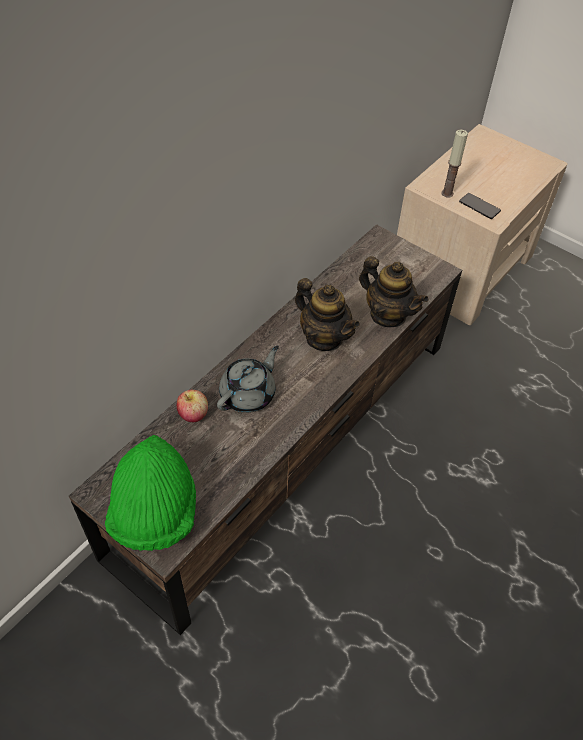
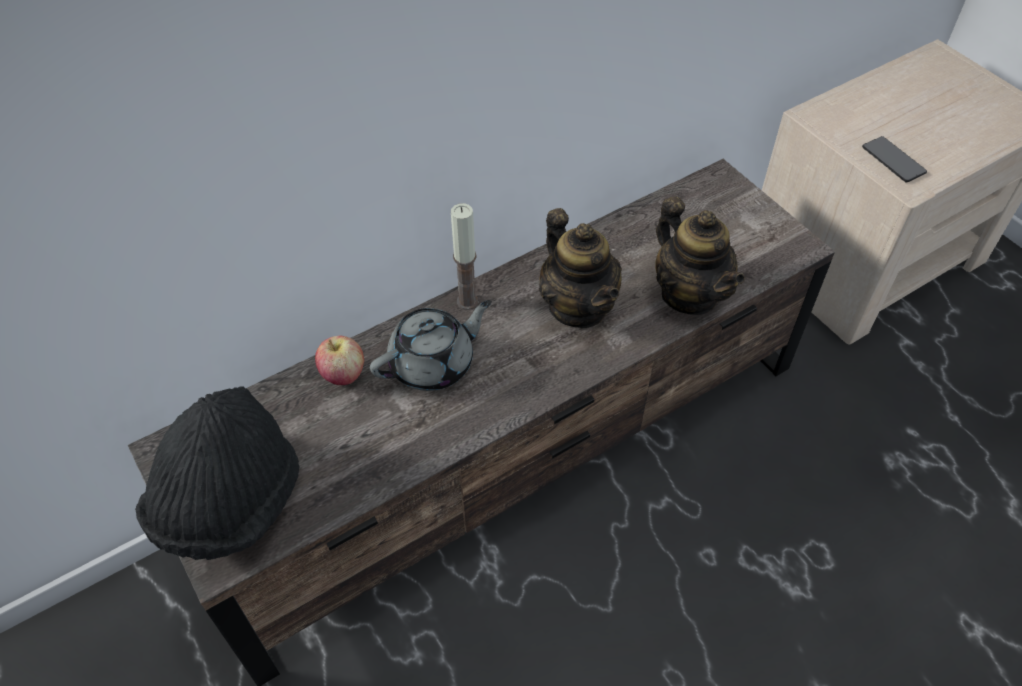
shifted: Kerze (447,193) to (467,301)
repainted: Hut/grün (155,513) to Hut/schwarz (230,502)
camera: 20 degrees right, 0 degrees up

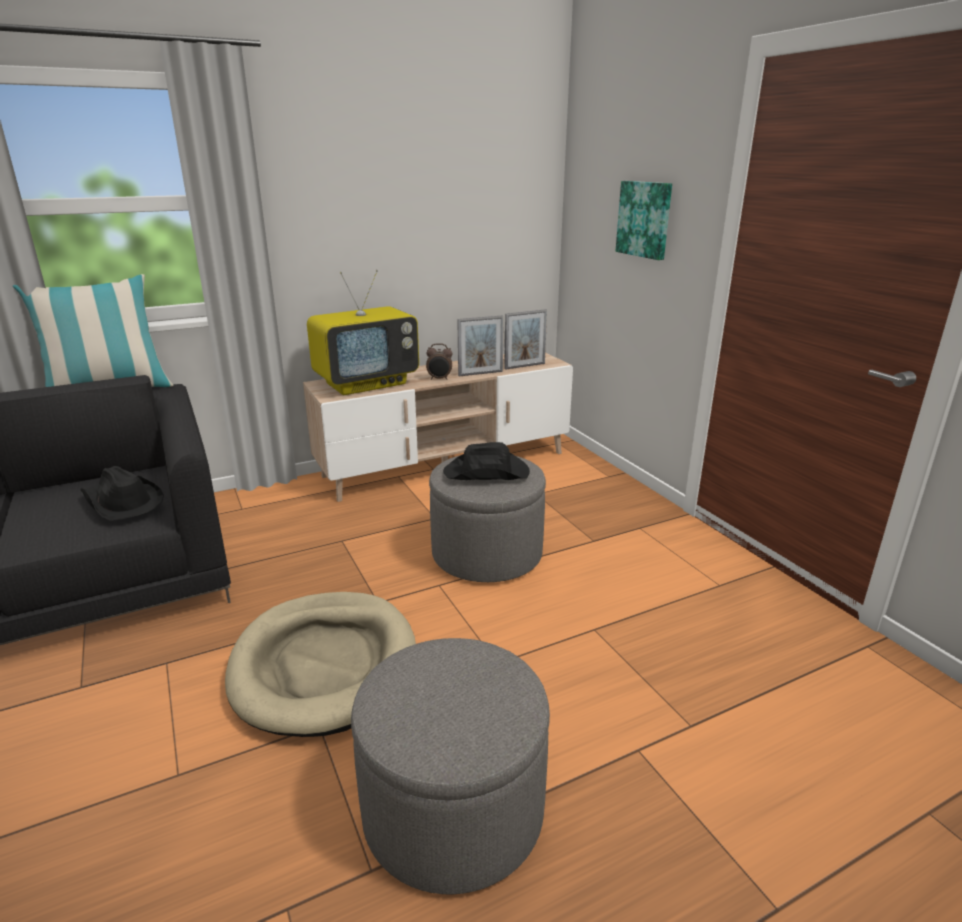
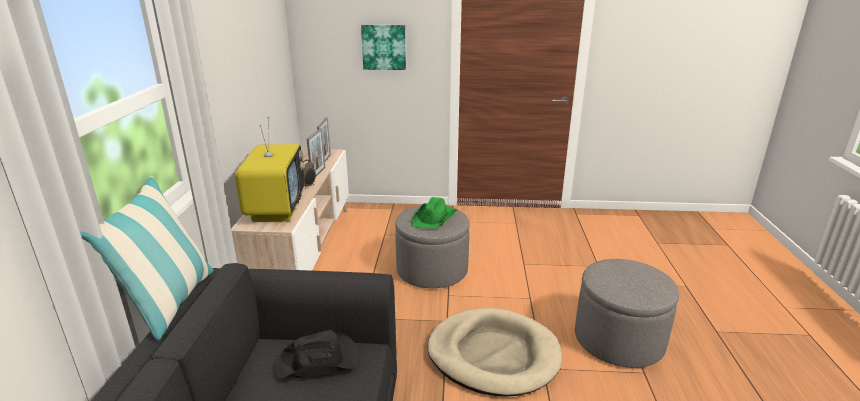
repainted: Hut/schwarz (487,473) to Hut/grün (434,218)
camera: 60 degrees left, 0 degrees up

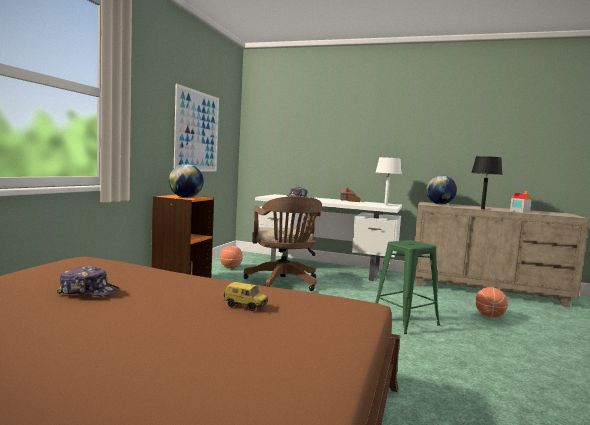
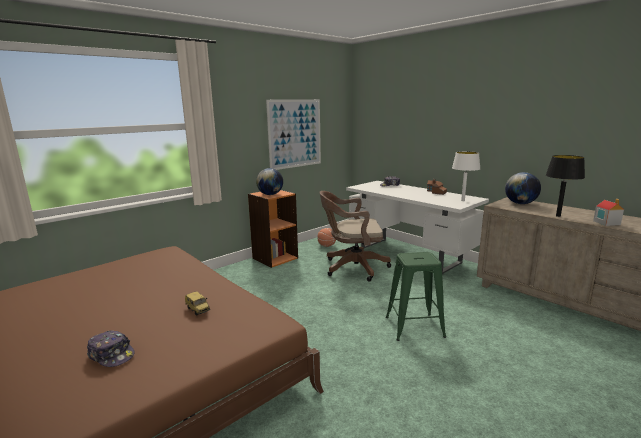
gone: Basketball (489,316)
shifted: Kappe (89,291) to (112,355)
rotated: Bürostuhl/braun (283,283) = (352,267) 75 degrees clockwise
camera: 30 degrees right, 10 degrees up

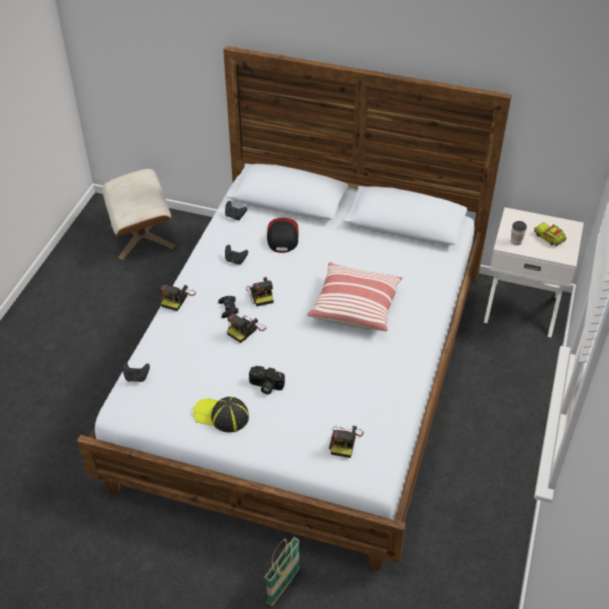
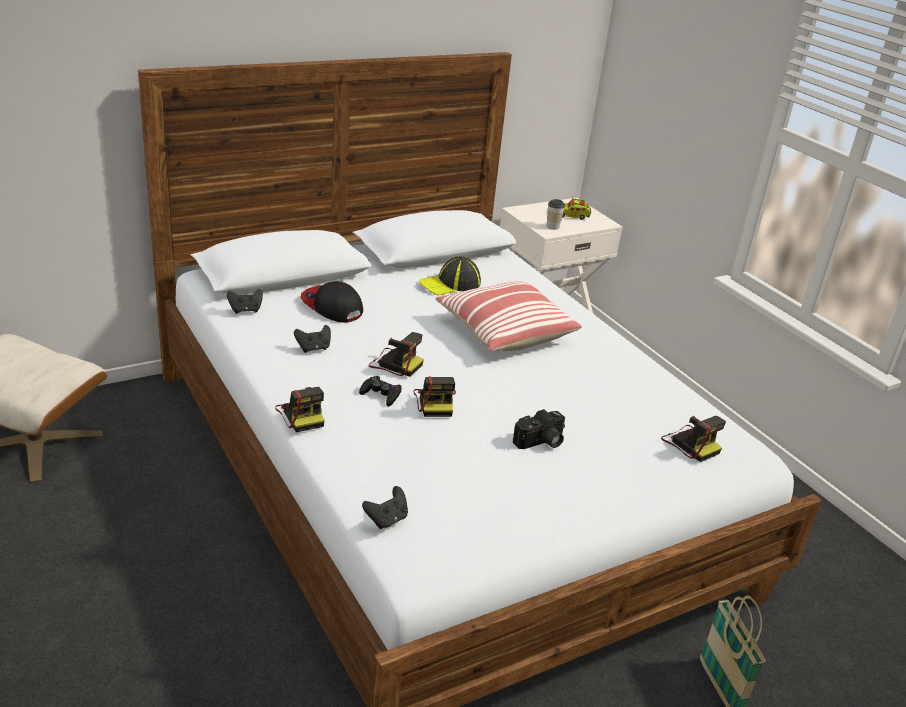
shifted: Kappe (221,415) to (450,284)
camera: 50 degrees left, 15 degrees down

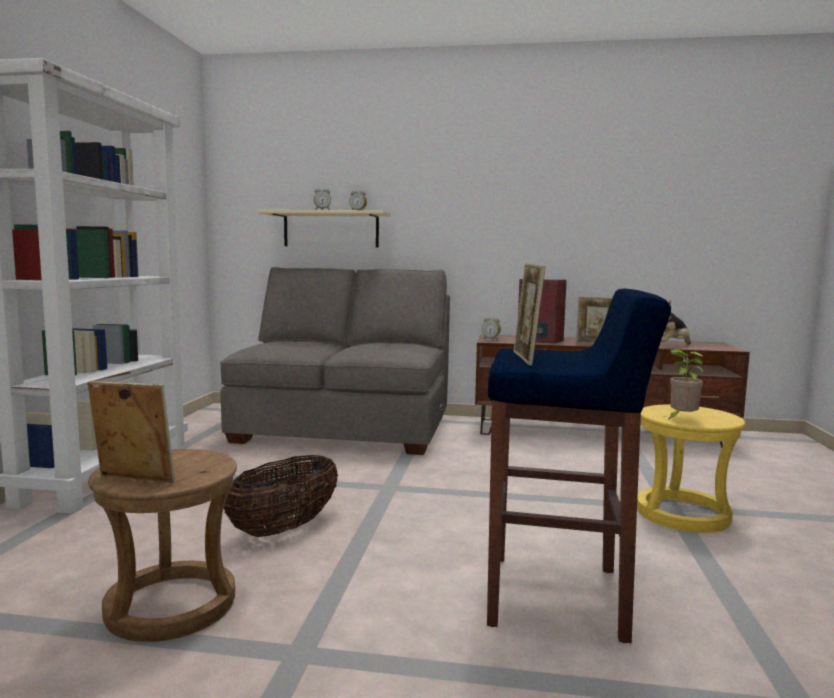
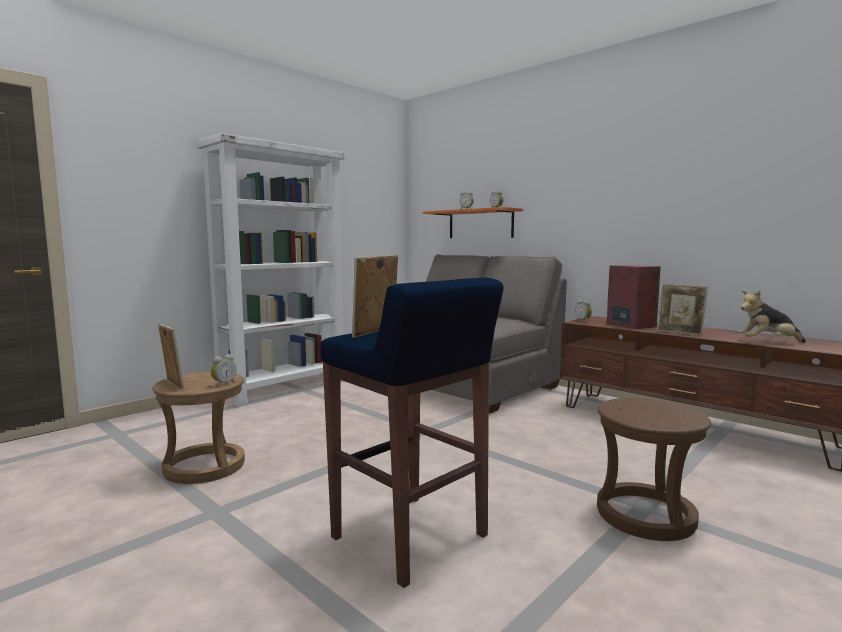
gone: Korb (284,528); Topfpflanze (681,419)
new: Wecker (223,384)
repainted: Wandregal/beige (331,230) to Wandregal/orange (480,224); Hocker/gelb (682,514) to Hocker/braun (645,515)
camera: 35 degrees right, 0 degrees up

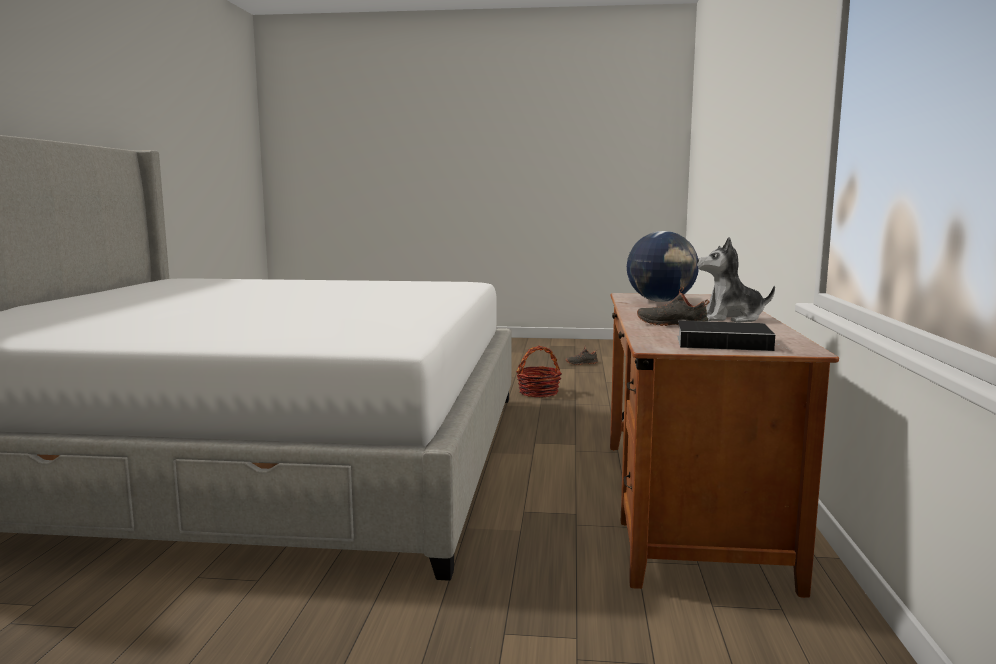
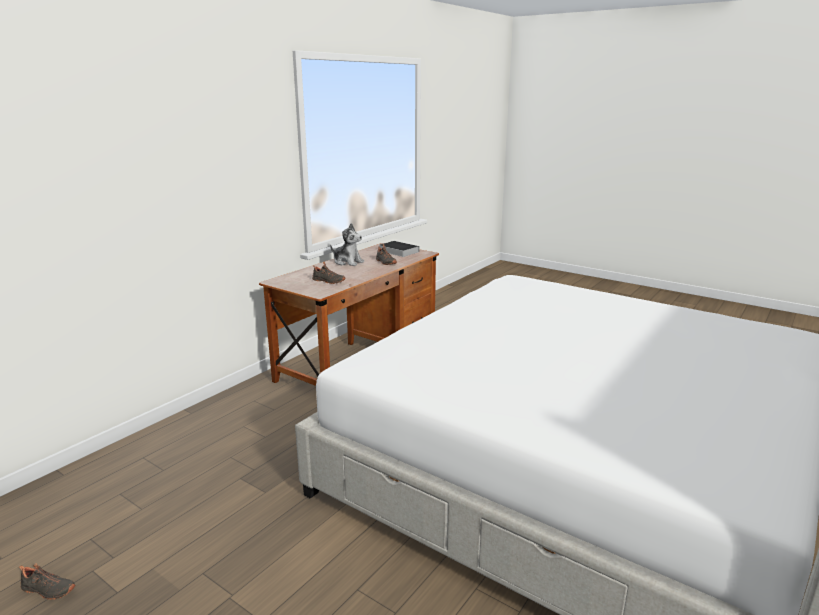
gone: Korb (538,392)
swapped: Globus (661,301) to Schuh/schwarz (328,281)
camera: 150 degrees left, 10 degrees up

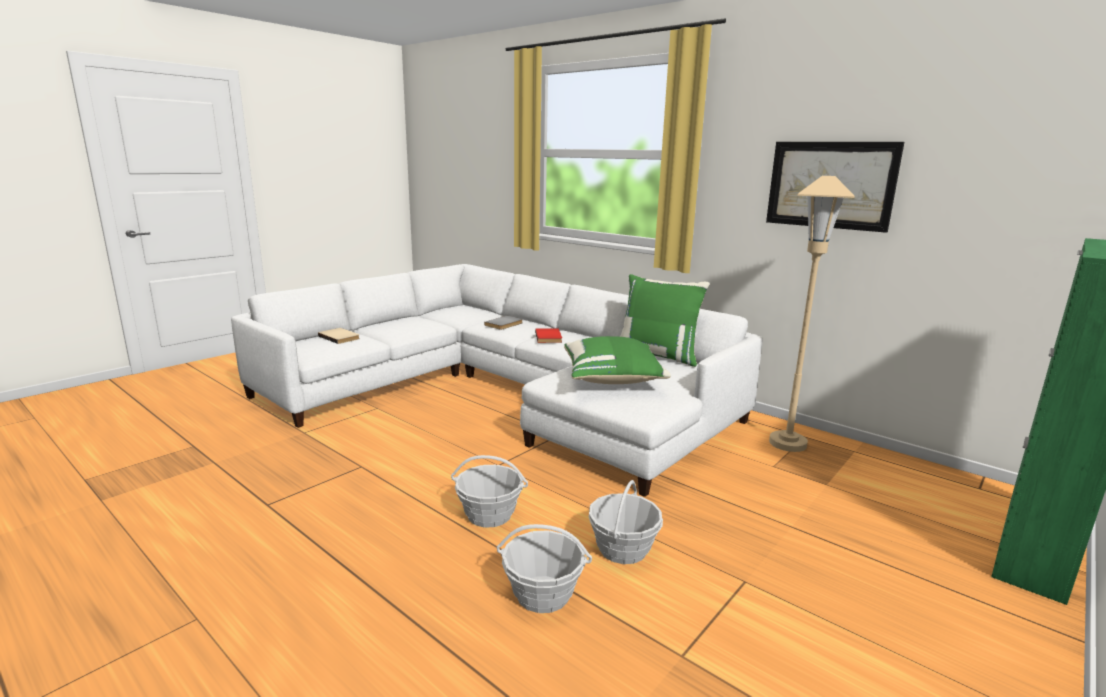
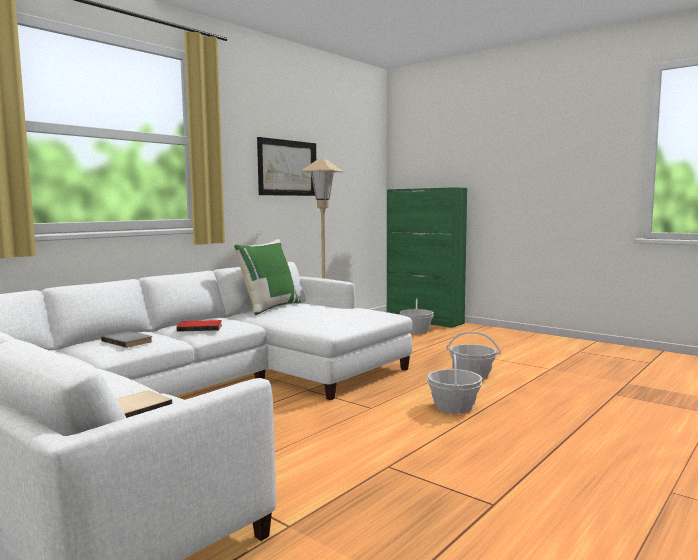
gone: Kissen/grün (613,380)
shifted: Korb (542,594) to (416,331)
camera: 90 degrees left, 10 degrees down

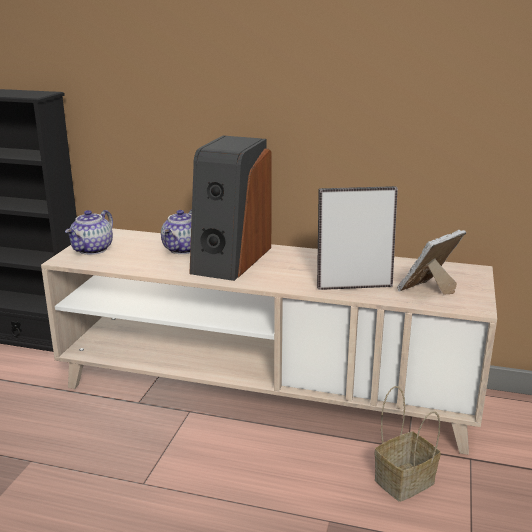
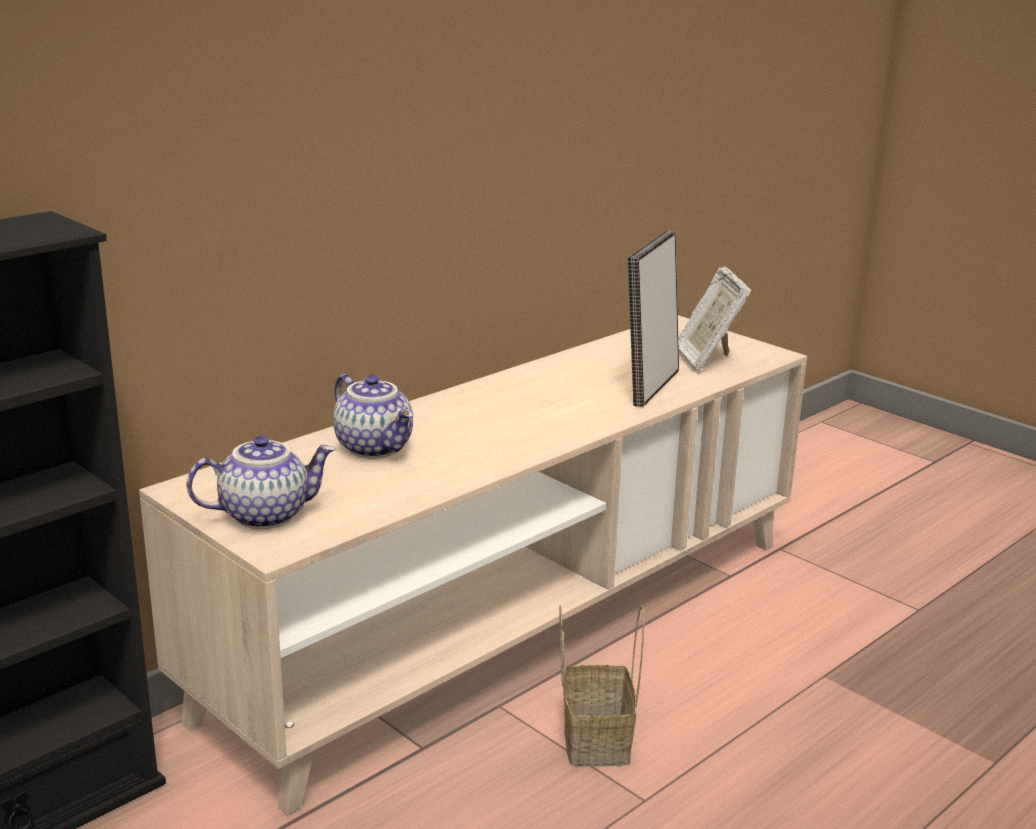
gone: Lautsprecher (230,259)
shifted: Korb (405,480) to (594,739)
rotated: Teekanne (93,250) = (265,514) 75 degrees counterclockwise
camera: 60 degrees left, 0 degrees up

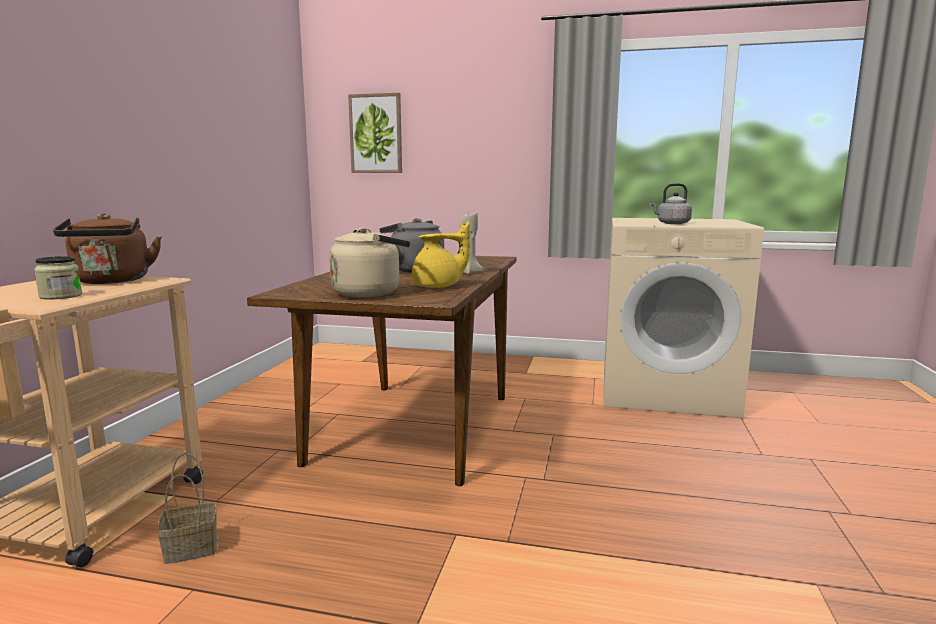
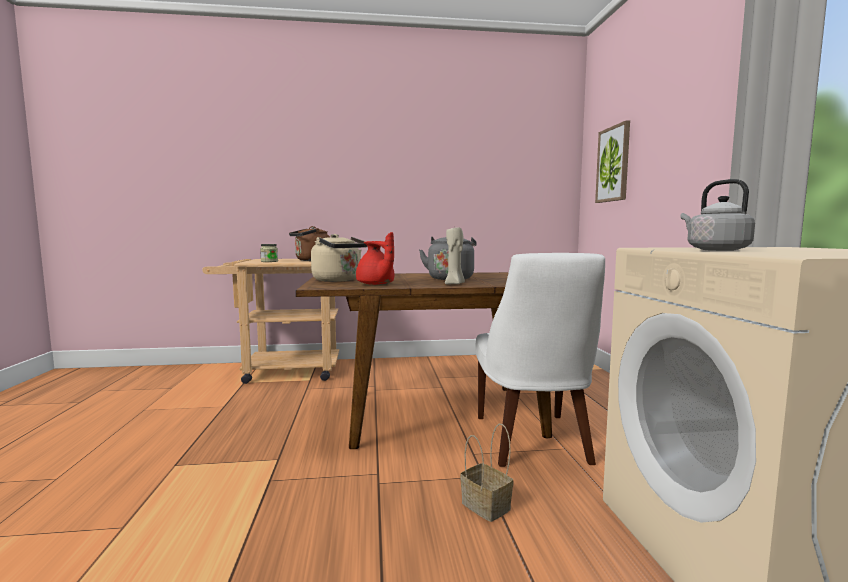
new: Stuhl/weiß (532,442)
shifted: Korb (193,548) to (487,506)
repainted: Teekanne/gelb (438,287) to Teekanne/rot (376,284)
camera: 70 degrees right, 5 degrees down

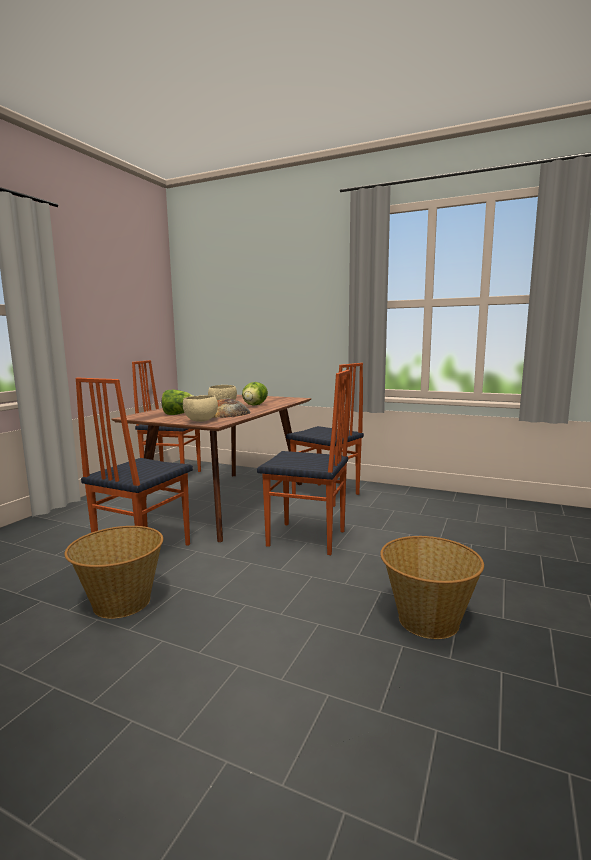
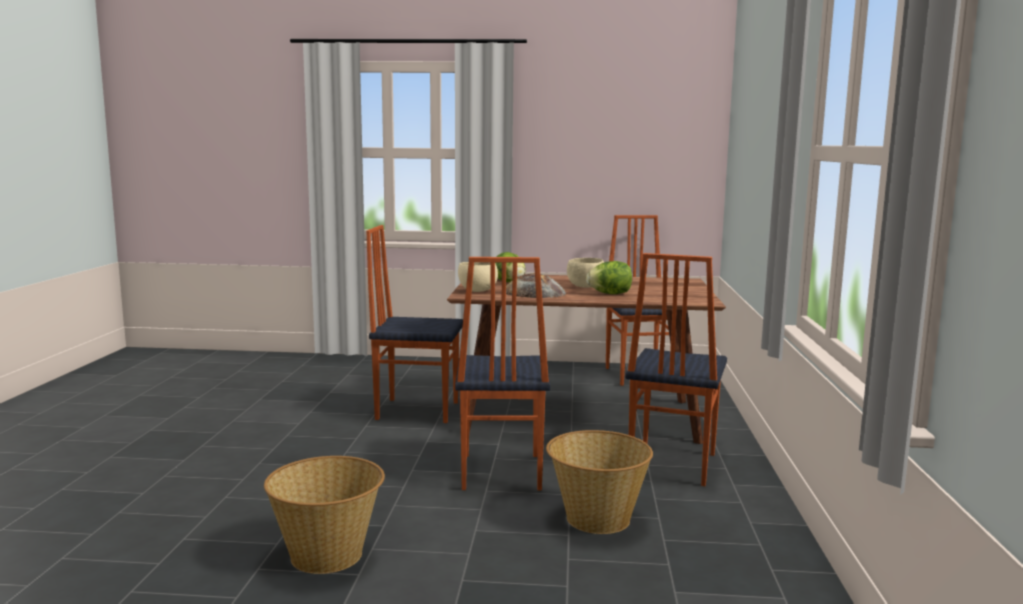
shifted: Korb (121,603) to (596,518)
camera: 70 degrees right, 0 degrees up

